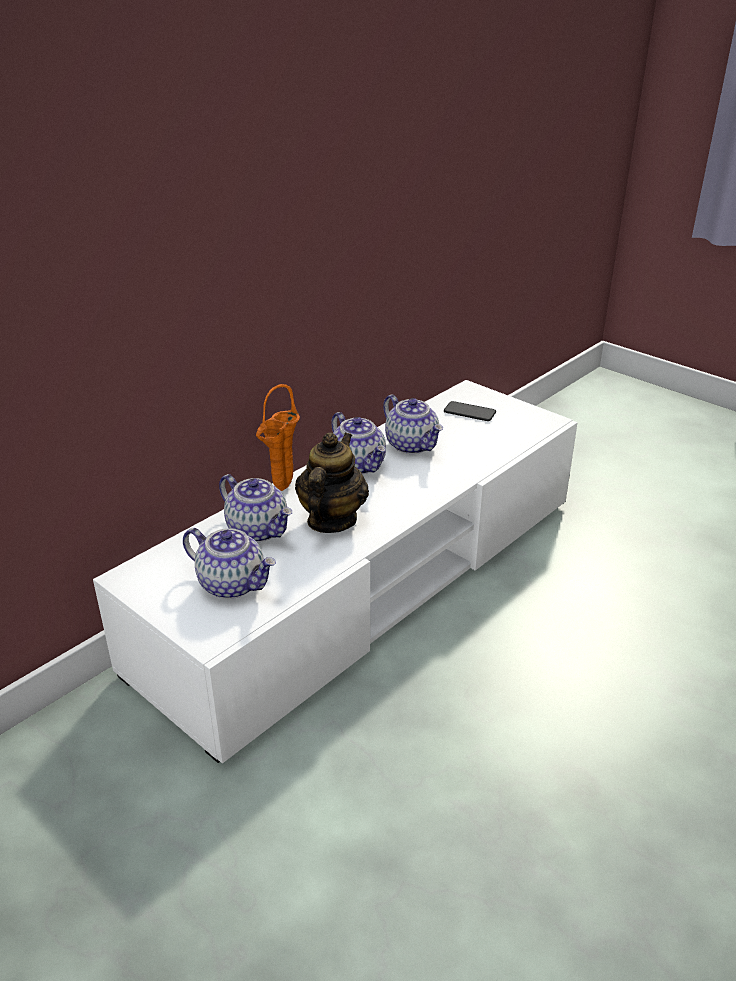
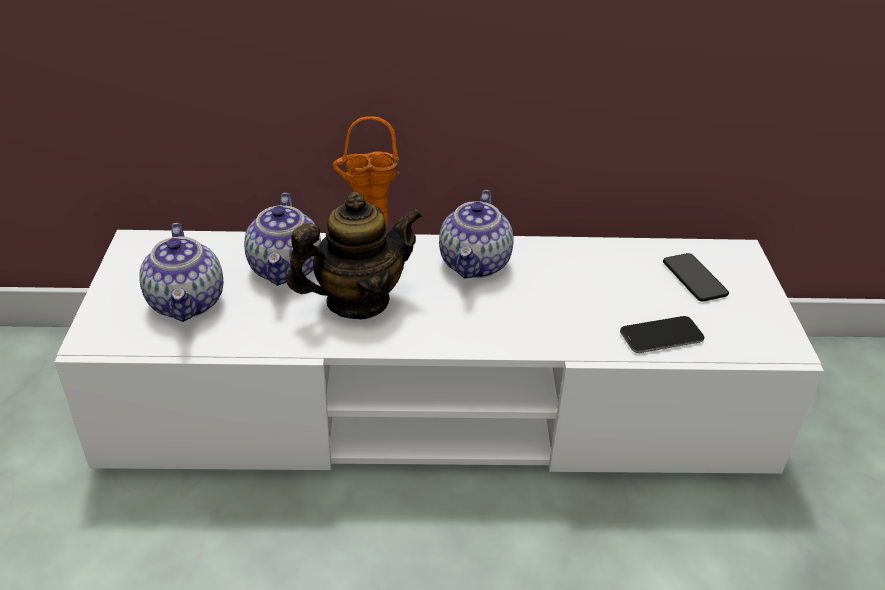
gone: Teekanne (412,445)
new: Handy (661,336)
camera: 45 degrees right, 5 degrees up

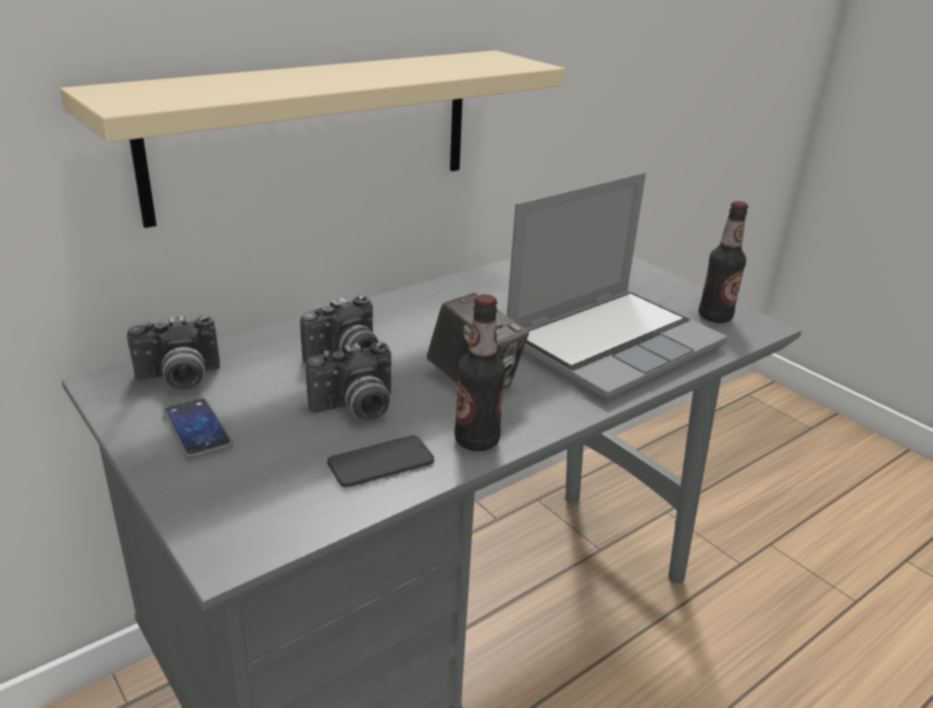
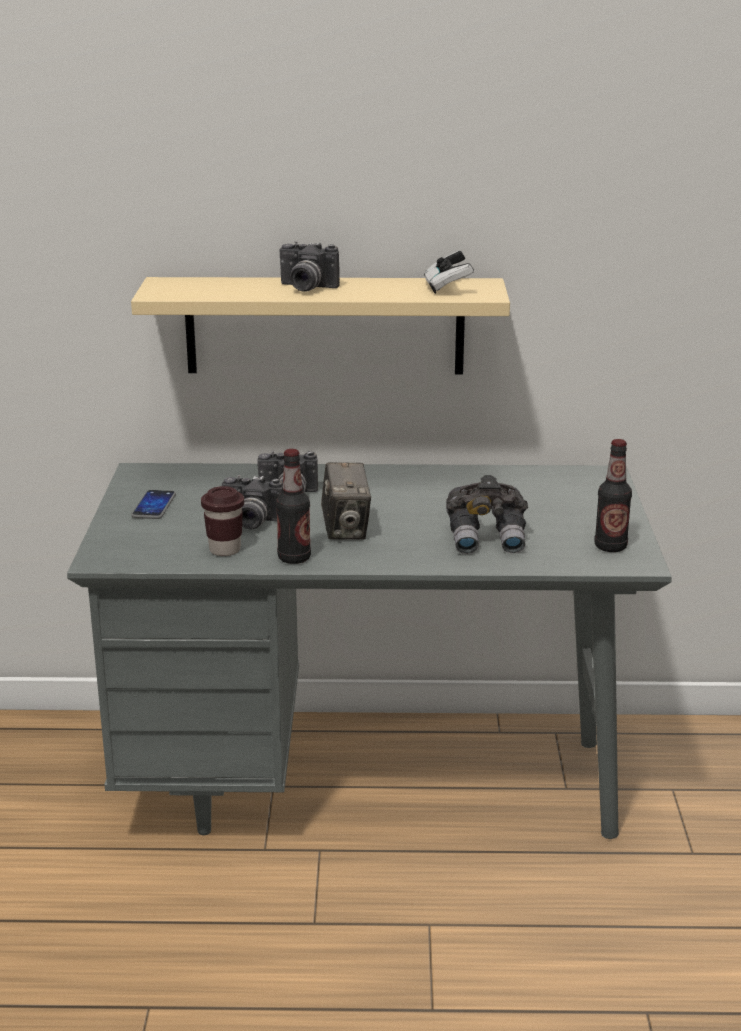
new: Gamepad (447,288)
shifted: Kamera (179,379) to (305,288)
swapped: Handy (381,462) to Tasse/braun (225,550); Laptop (613,343) to Fernglas/grau (487,539)
camera: 40 degrees right, 5 degrees down

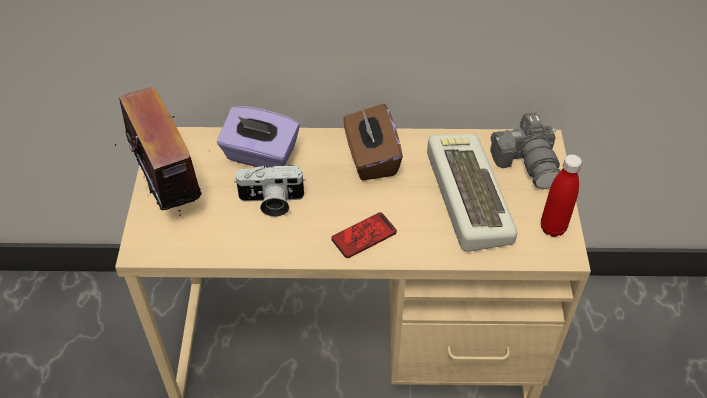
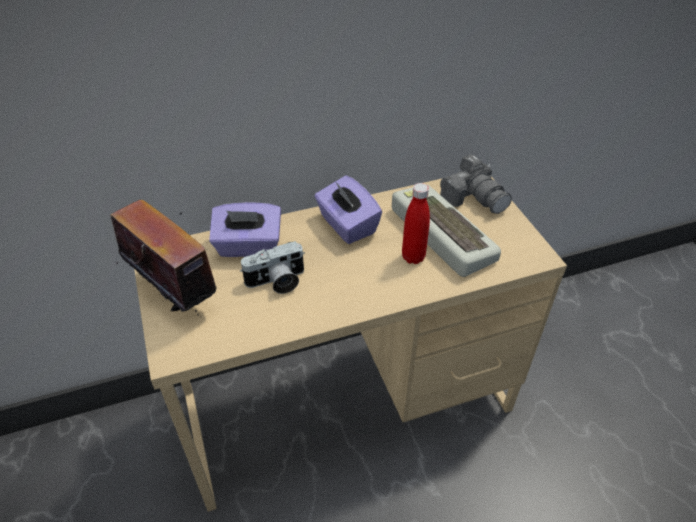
gone: Handy (364,236)
shifted: Flasche/rot (552,228) to (413,257)
repainted: Taschentuchbox/braun (371,158) to Taschentuchbox/lila (347,225)
camera: 20 degrees left, 5 degrees down

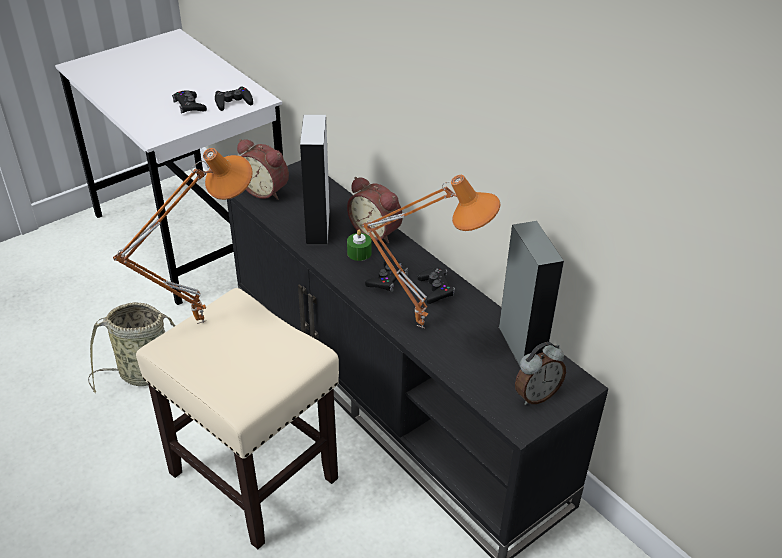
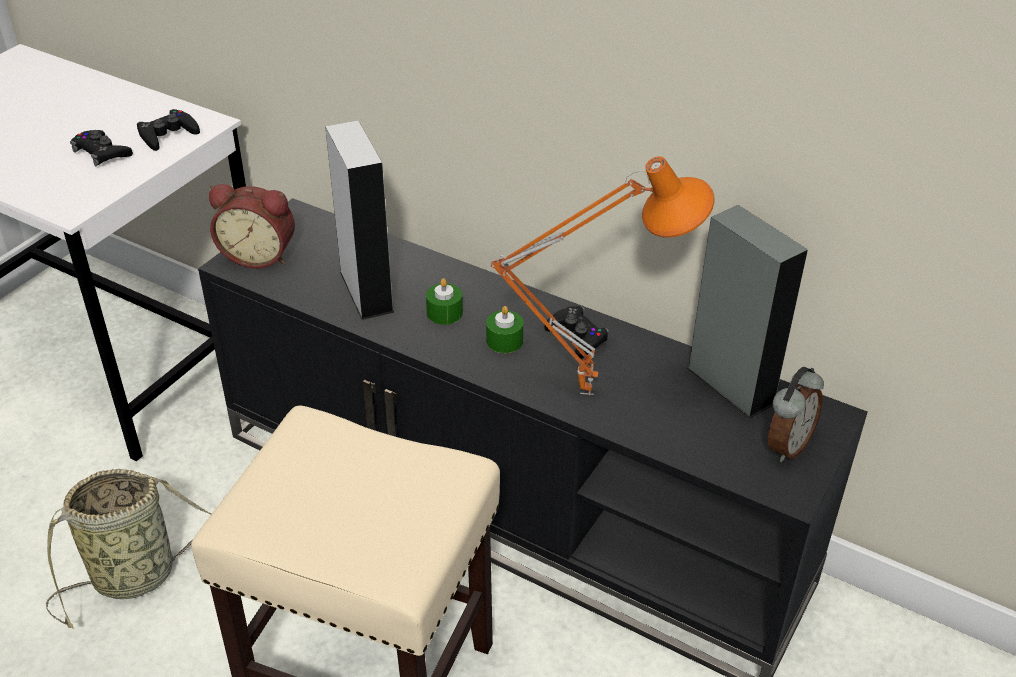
gone: Tischlampe/orange (200,320); Wecker (376,231)
swapped: Gamepad/schwarz (387,280) to Kerze/grün (504,341)
camera: 20 degrees left, 0 degrees up

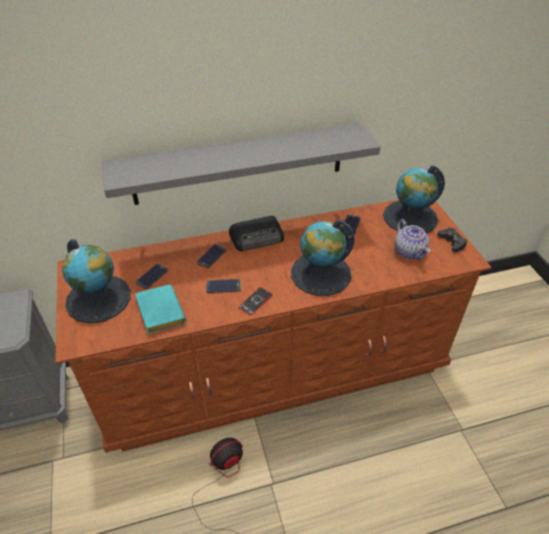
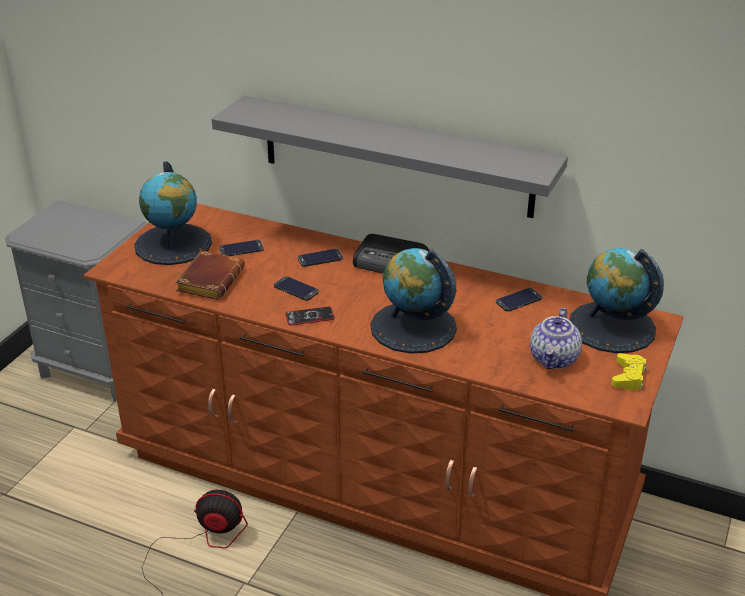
repainted: Buch/türkis (158,311) to Buch/braun (210,280); Gamepad/schwarz (452,242) to Gamepad/gelb (628,377)
camera: 40 degrees right, 10 degrees down

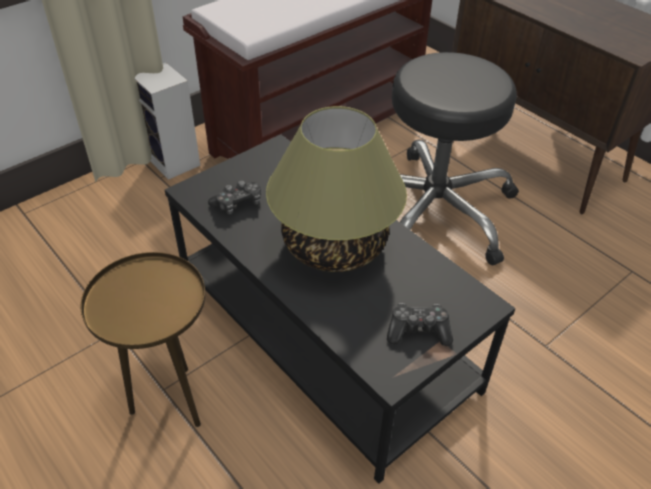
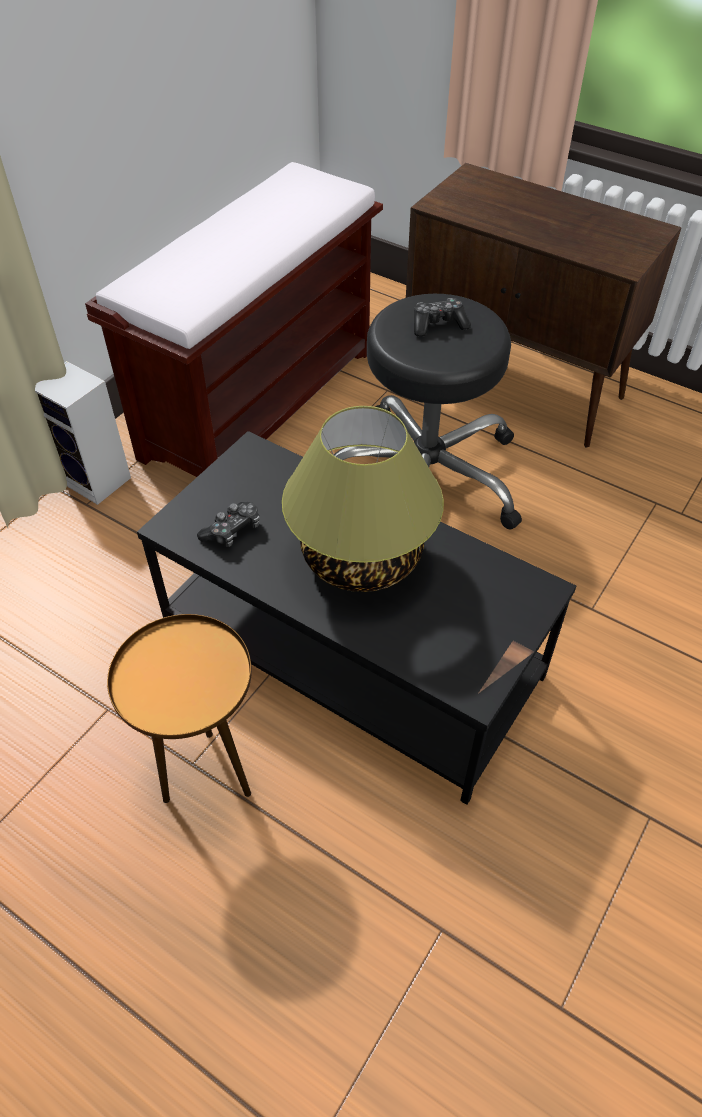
shifted: Gamepad (418,331) to (438,325)
camera: 15 degrees left, 5 degrees up

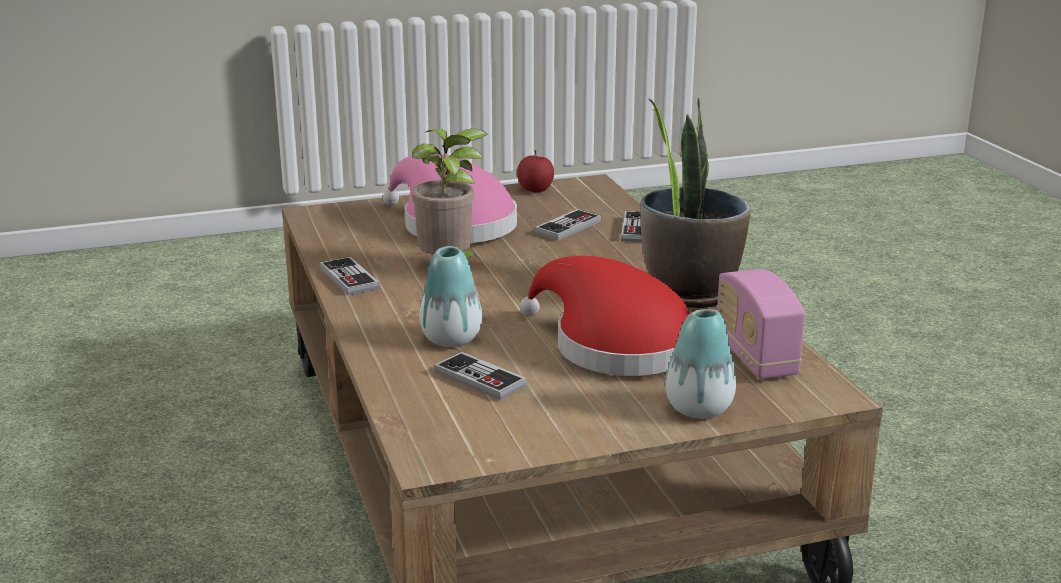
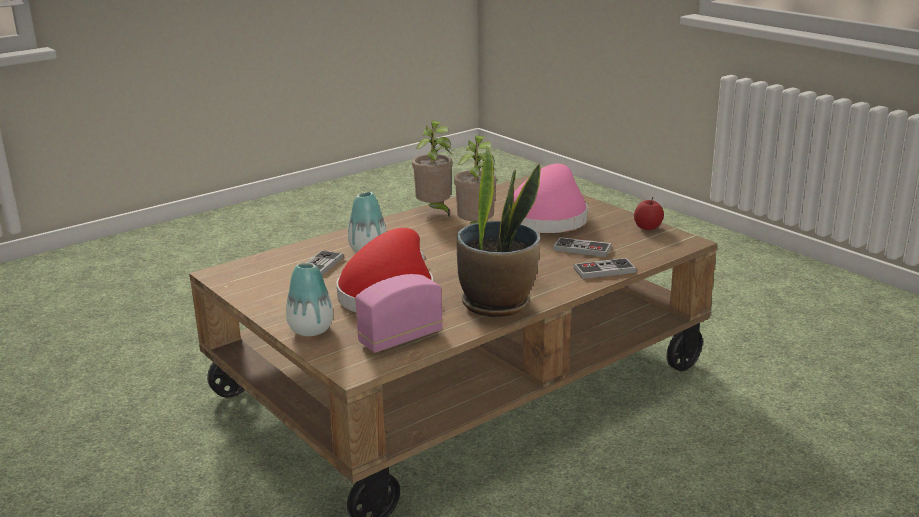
swapped: Gamepad (349,279) to Topfpflanze (435,211)
camera: 70 degrees right, 0 degrees up

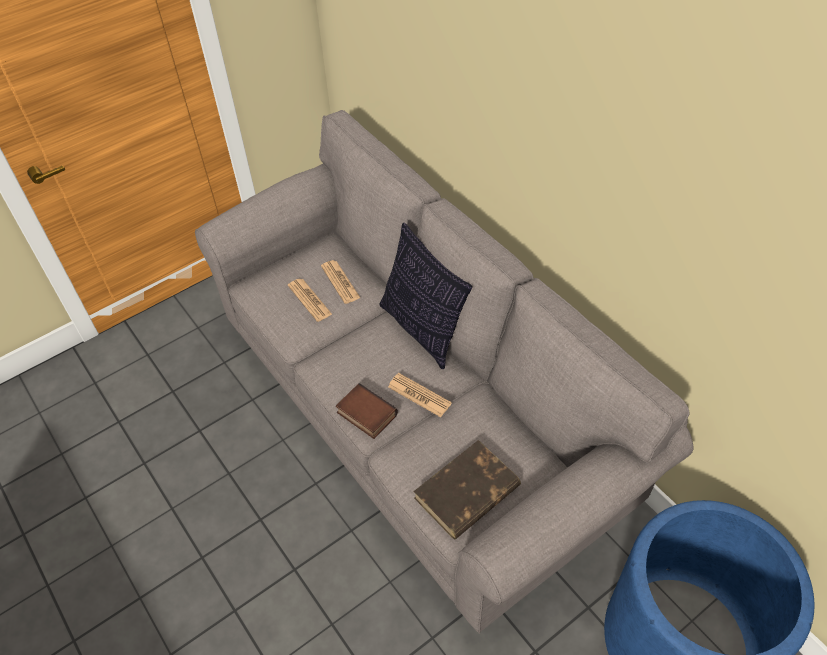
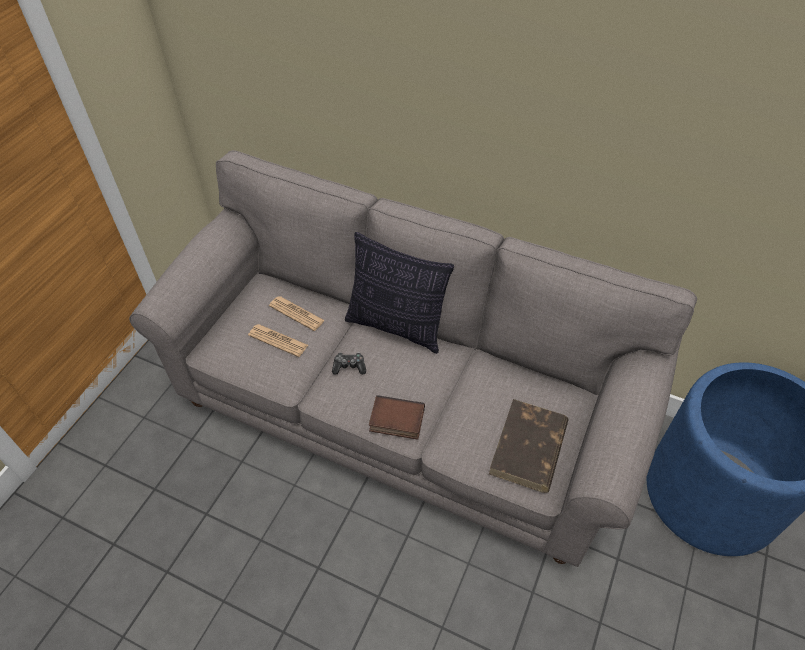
gone: Zeitung (419,395)
new: Gamepad (349,366)
camera: 30 degrees left, 0 degrees up

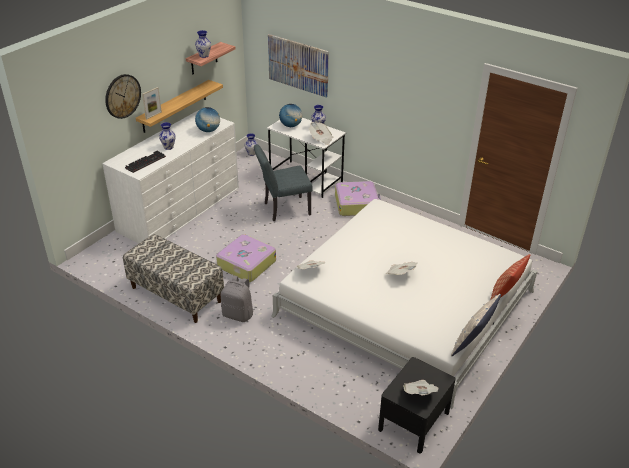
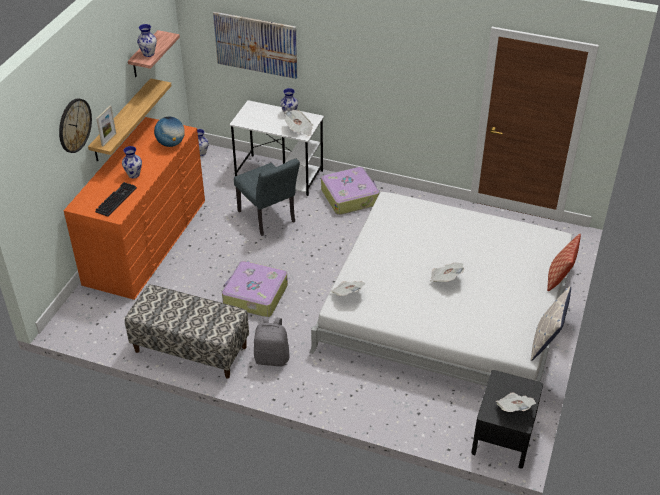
gone: Globus (290,125)
repainted: Kommode/weiß (180,209) to Kommode/orange (146,241)
rotated: Stuhl/grau (283,209) = (269,219) 90 degrees counterclockwise
camera: 15 degrees left, 5 degrees up

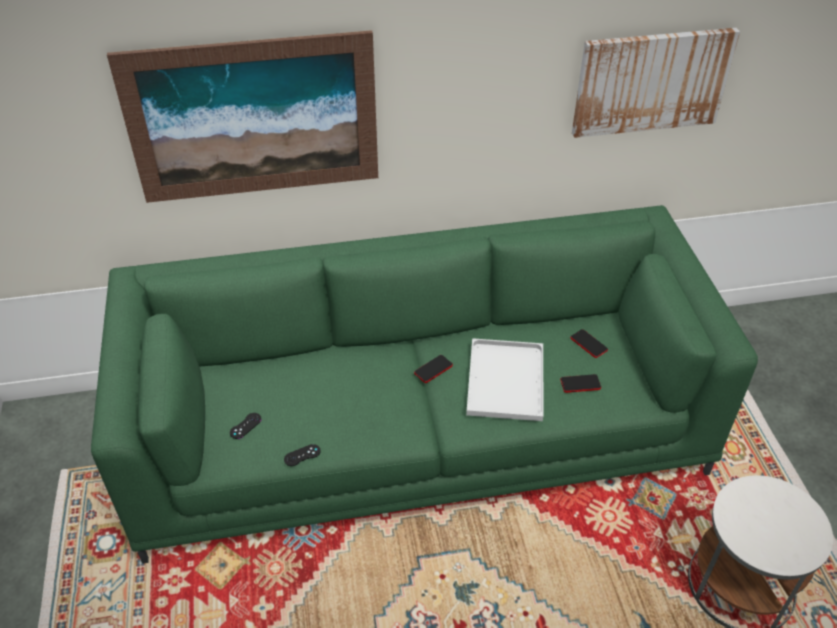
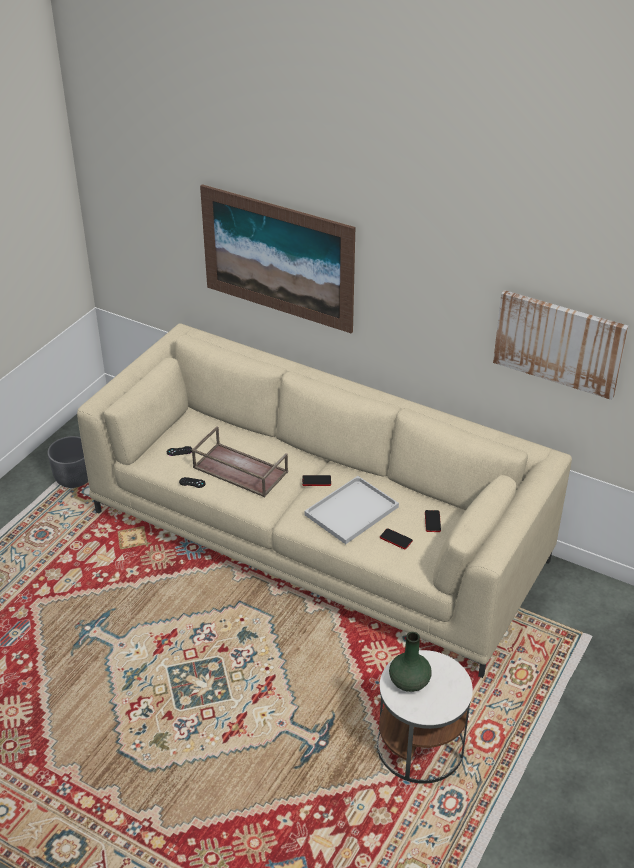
new: Pflanzkübel/grau (74,478); Tablett/braun (239,470); Vase/grün (409,682)
repainted: Sofa/grün (418,431) to Sofa/beige (317,537)
camera: 40 degrees right, 5 degrees down

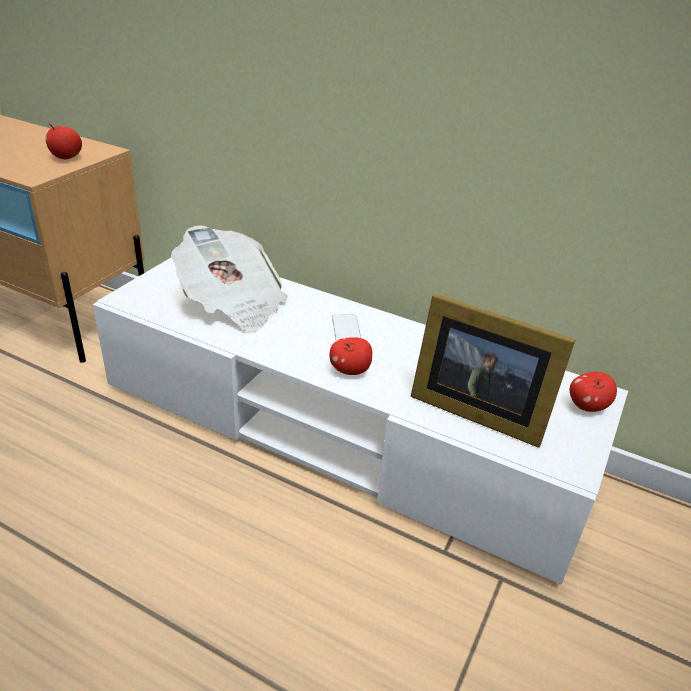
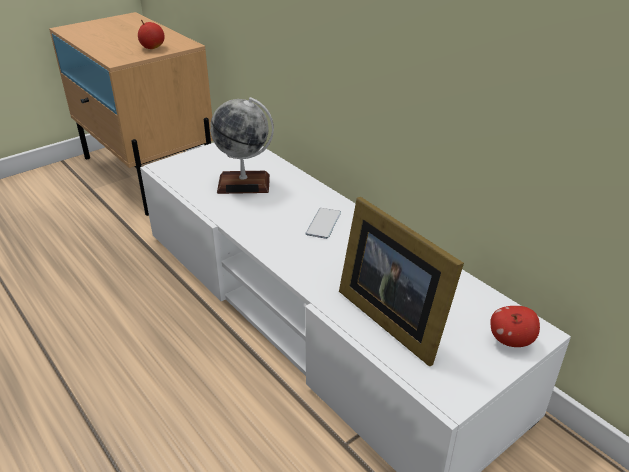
gone: Apfel (350,370)
swapped: Zeitung (232,303) to Globus (244,184)
camera: 25 degrees right, 0 degrees up

